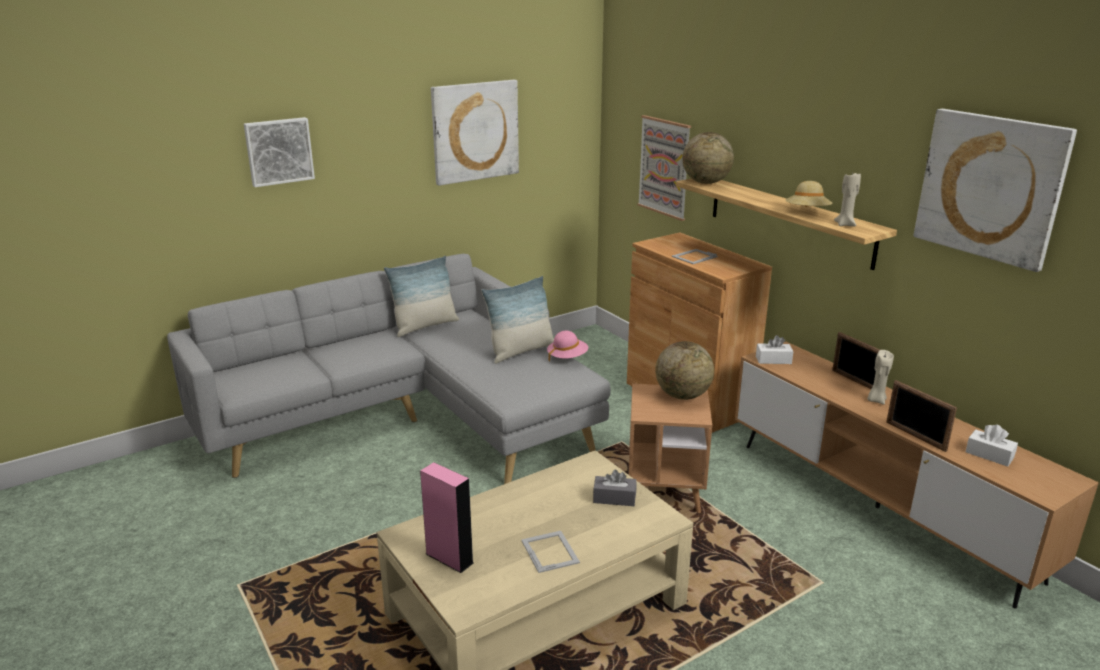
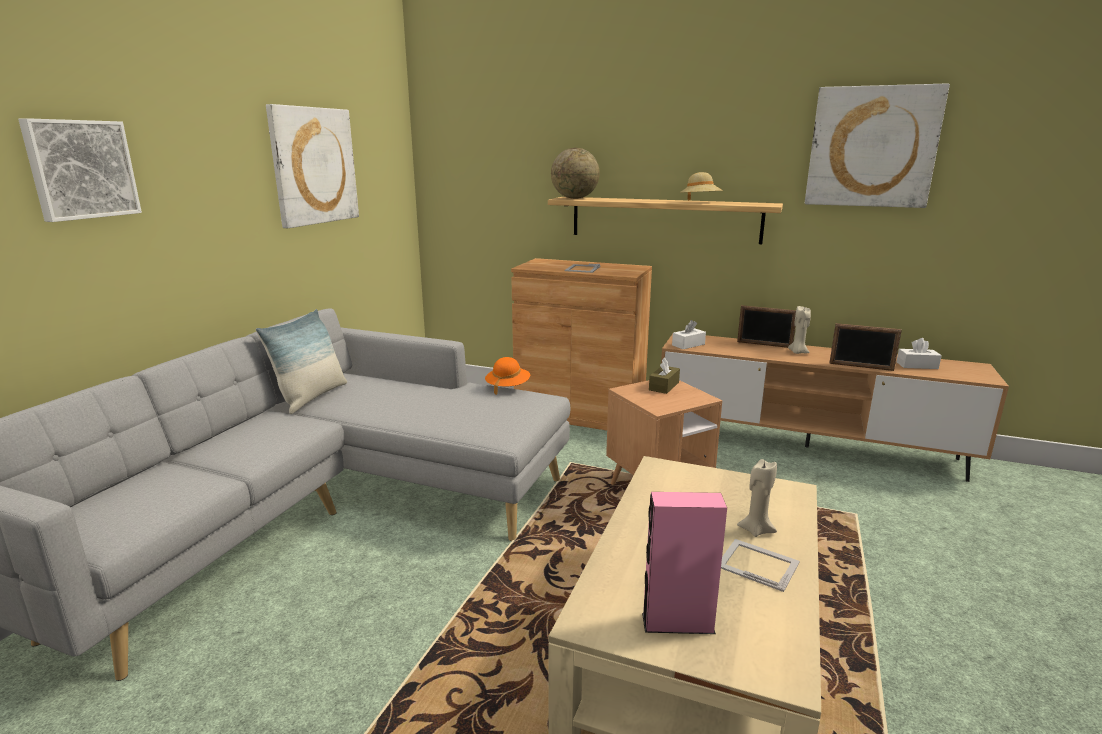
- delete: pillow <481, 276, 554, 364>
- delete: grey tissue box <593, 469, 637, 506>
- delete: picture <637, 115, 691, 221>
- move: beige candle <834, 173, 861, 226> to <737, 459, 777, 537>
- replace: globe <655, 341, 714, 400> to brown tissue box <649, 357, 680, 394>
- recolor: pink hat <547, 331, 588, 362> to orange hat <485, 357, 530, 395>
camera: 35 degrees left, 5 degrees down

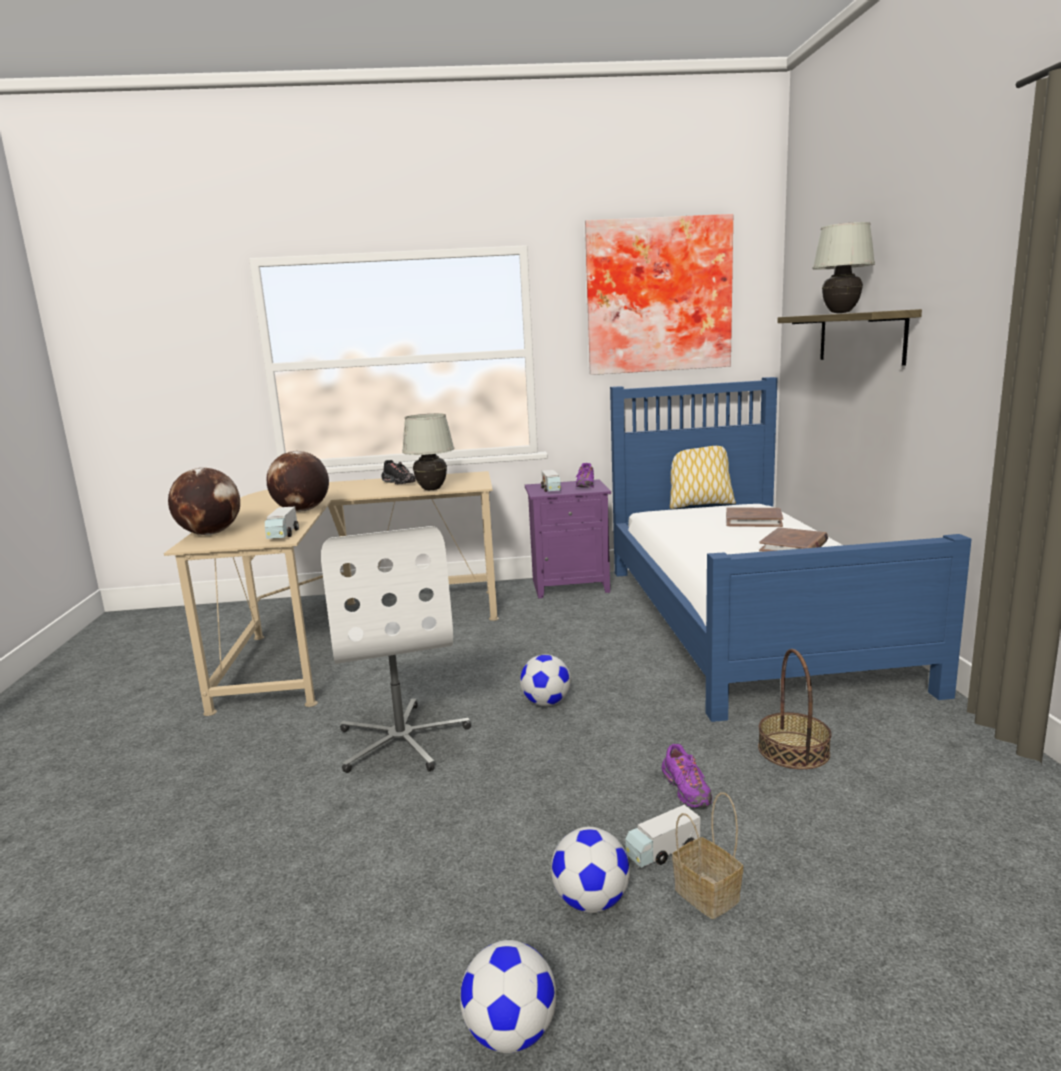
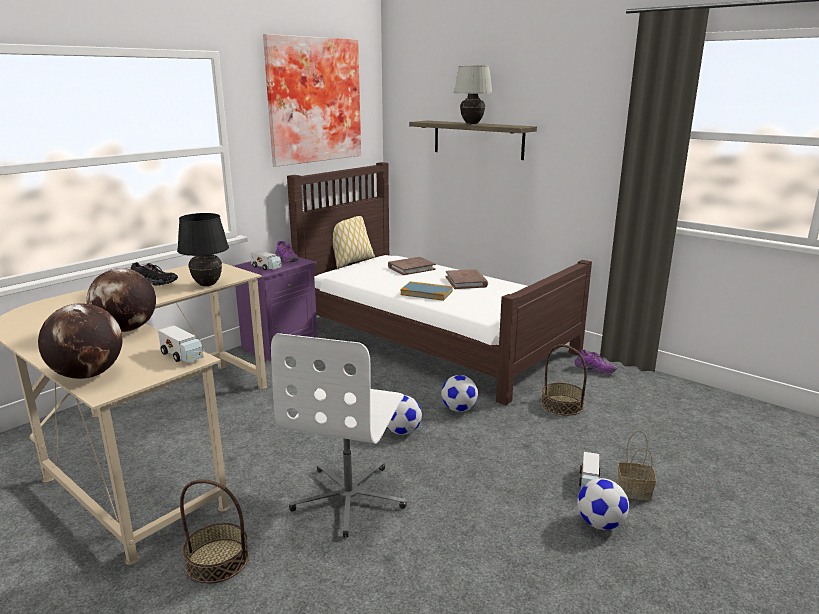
- insert: basket <180, 479, 249, 584>
- insert: book <400, 281, 453, 301>
- move: football <460, 940, 556, 1053> to <441, 375, 478, 412>
- move: purple shoe <662, 744, 712, 807> to <575, 350, 617, 374>
- recolor: white table lamp <402, 413, 455, 490> to black table lamp <177, 213, 229, 286>
- recolor: blue bed <610, 377, 972, 722> to brown bed <287, 162, 592, 405>
- rotate: white office chair <321, 526, 471, 773> = <271, 333, 407, 538> 75 degrees clockwise
camera: 45 degrees left, 5 degrees up

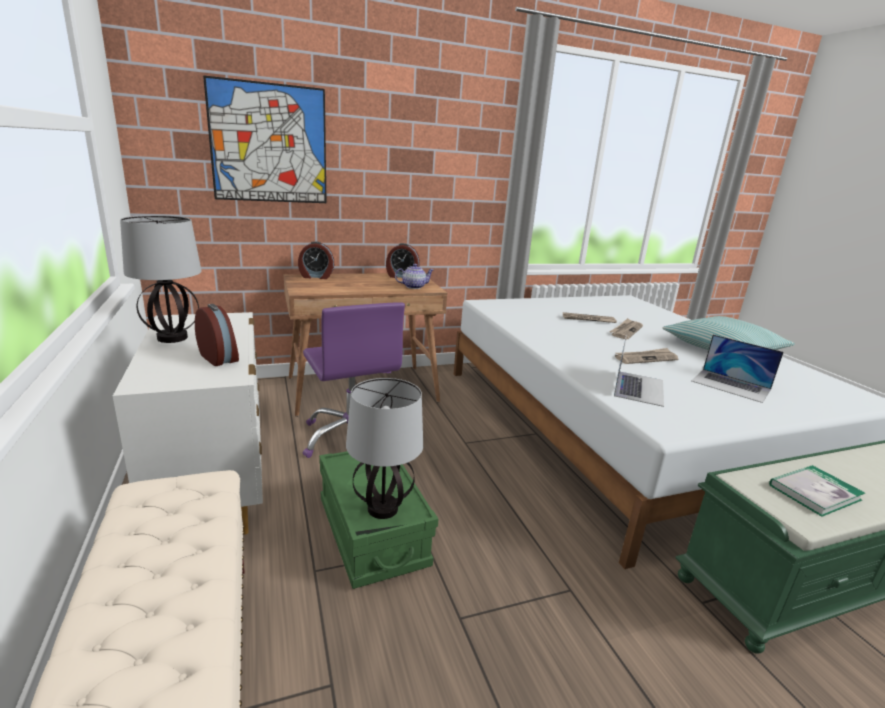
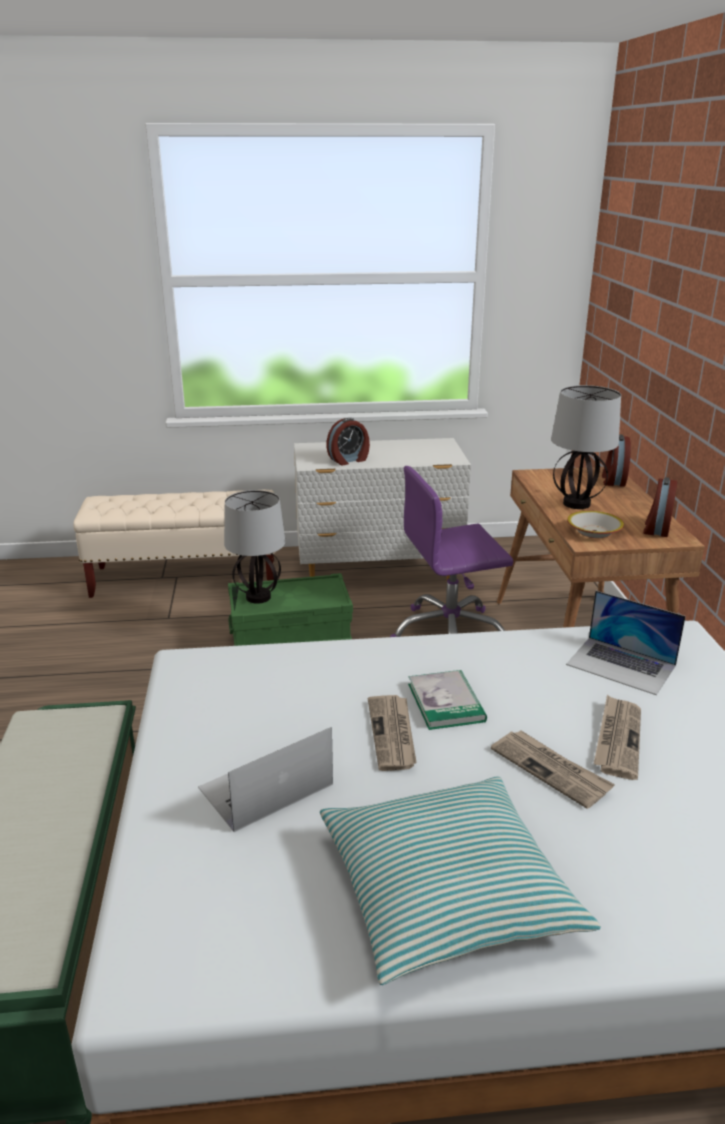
- delete: picture <203, 75, 327, 203>
- move: table lamp <120, 215, 202, 343> to <551, 385, 621, 509>
- move: laptop <614, 335, 664, 407> to <566, 591, 686, 695>
- move: book <769, 465, 865, 517> to <408, 670, 487, 730>
- replace: teapot <395, 264, 434, 289> to bowl <567, 511, 624, 538>
camera: 105 degrees right, 5 degrees up

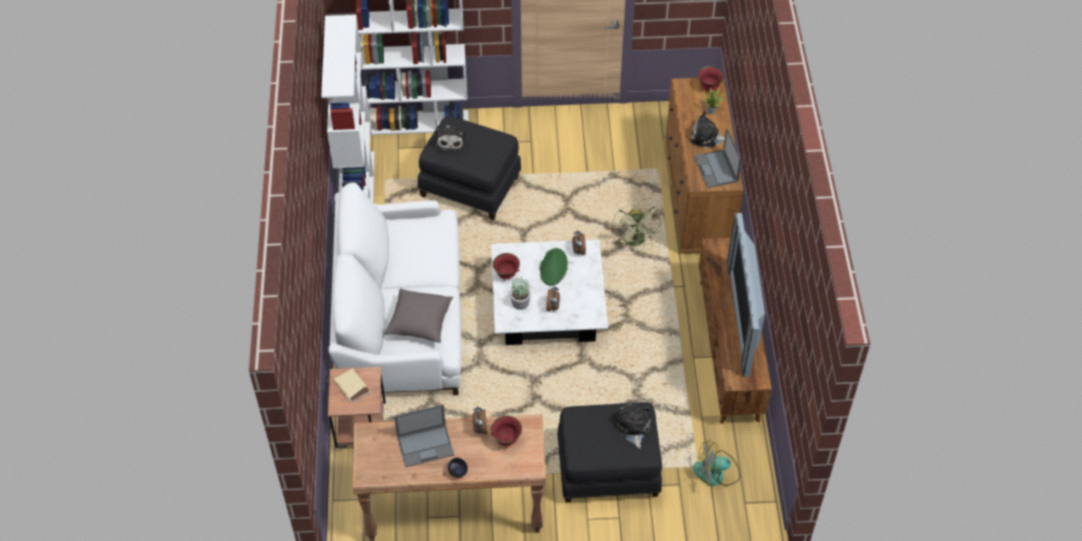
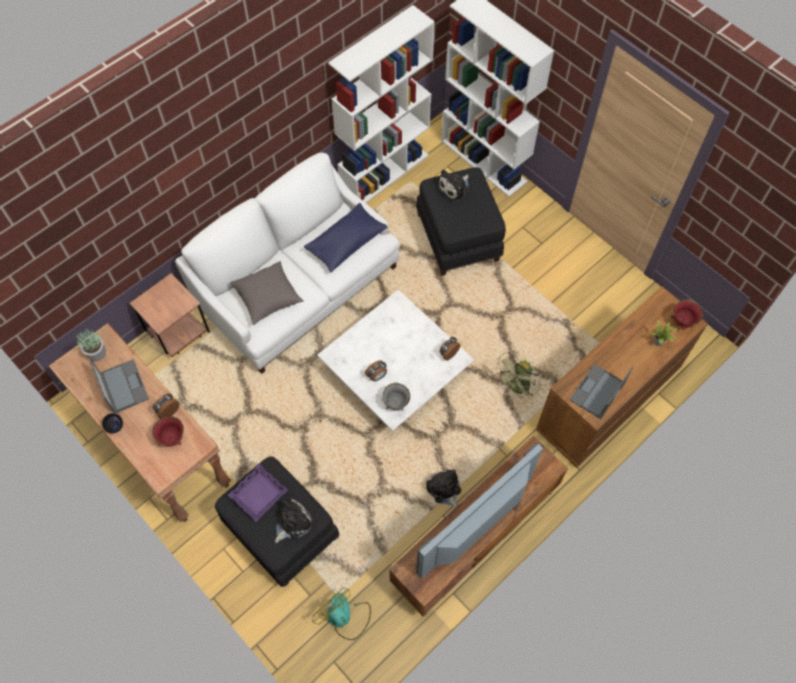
- delete: beige book <334, 368, 371, 404>
- delete: red bowl <493, 253, 520, 281>
- delete: green hat <540, 248, 568, 285>
- insert: purple tray <228, 464, 288, 522>
- insert: blue pillow <304, 203, 387, 272>
- insert: grey bowl <383, 383, 410, 411>
- move: potted plant <510, 277, 531, 310> to <76, 329, 106, 361>
- move: plush toy <690, 111, 725, 148> to <426, 469, 461, 508>
- rotate: laptop <394, 404, 454, 467> = <88, 357, 149, 413> 150 degrees counterclockwise
camera: 50 degrees right, 10 degrees up

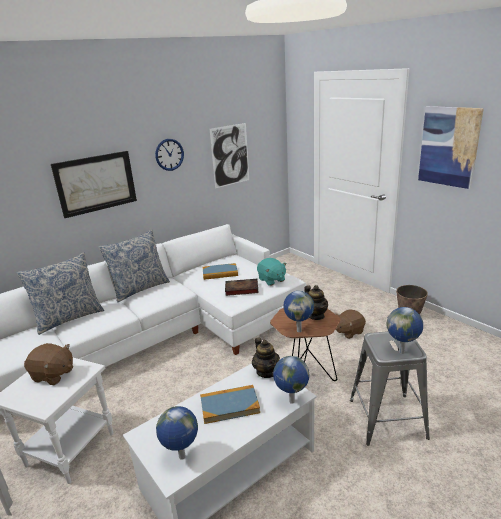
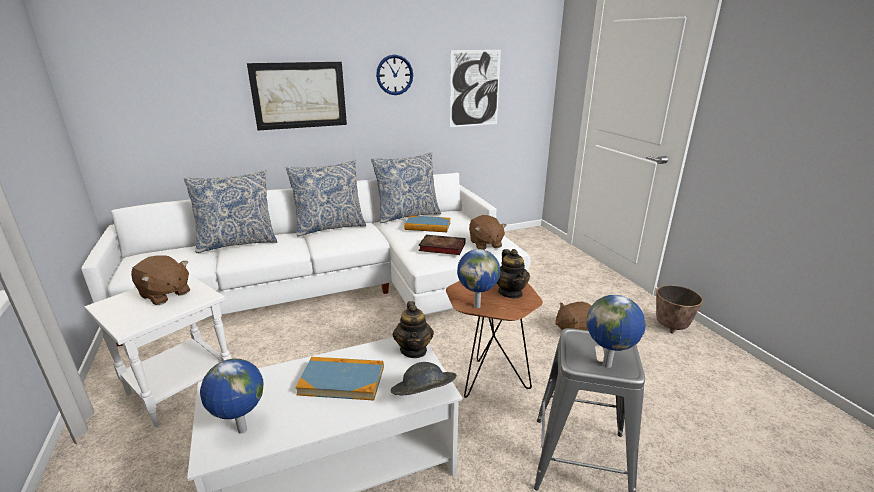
- delete: picture <418, 106, 484, 189>
- insert: pillow <371, 152, 441, 223>
- replace: globe <273, 356, 310, 404> to grey hat <390, 362, 457, 395>
- recolor: turquoise plush toy <257, 258, 287, 286> to brown plush toy <469, 215, 507, 250>
camera: 15 degrees right, 0 degrees up

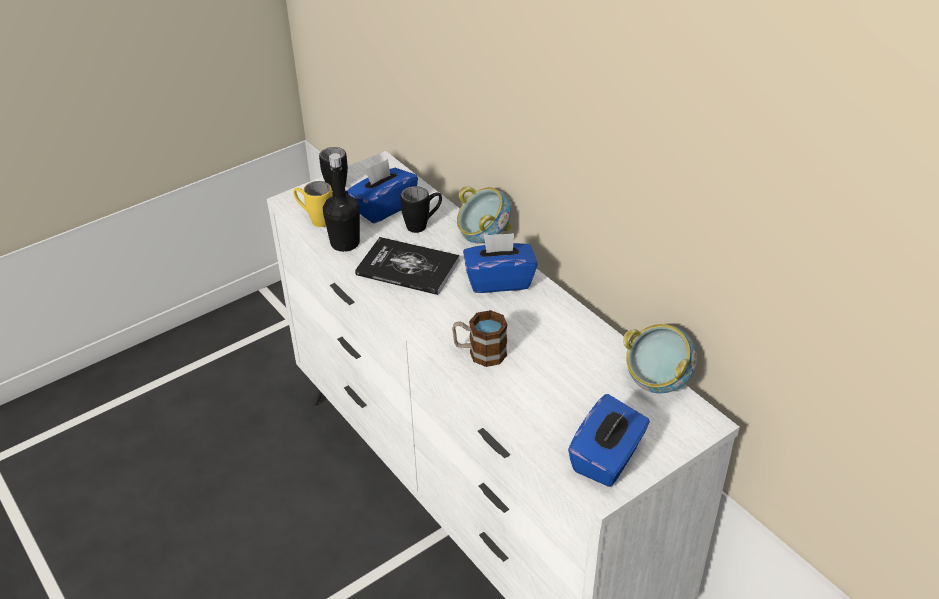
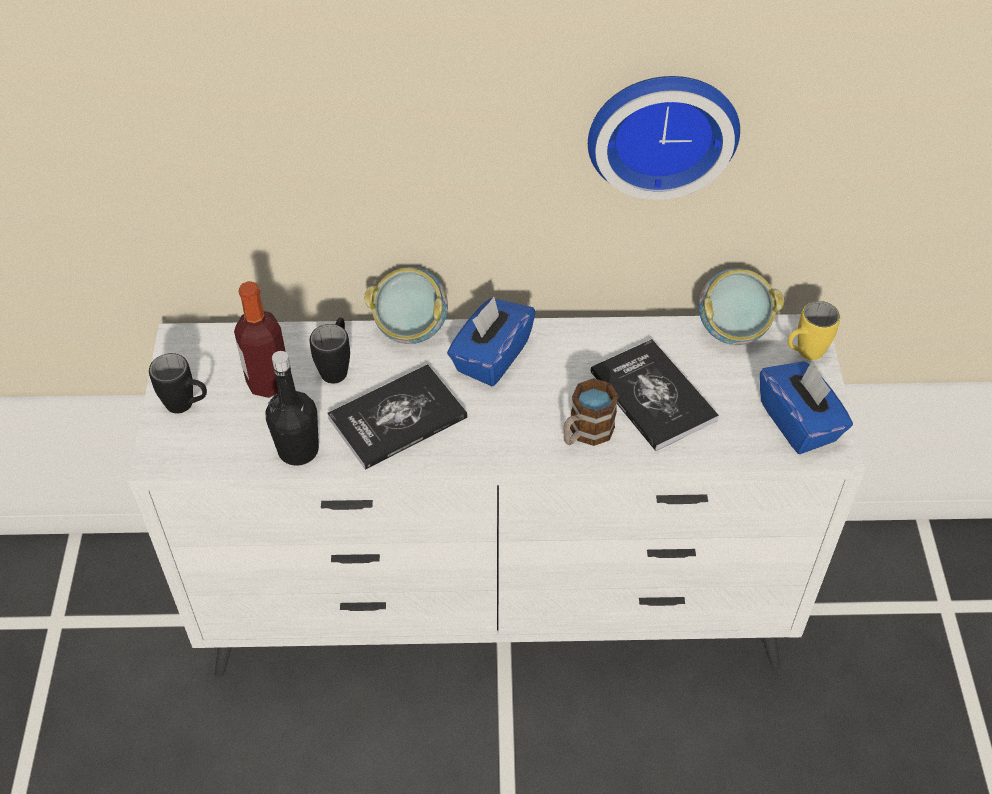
- insert: wall clock <588, 76, 740, 200>
- insert: book <590, 339, 719, 451>
- move: yellow mug <293, 181, 332, 227> to <788, 301, 840, 360>
- replace: blue tissue box <347, 159, 418, 224> to bottle <234, 281, 286, 398>
camera: 55 degrees left, 10 degrees up

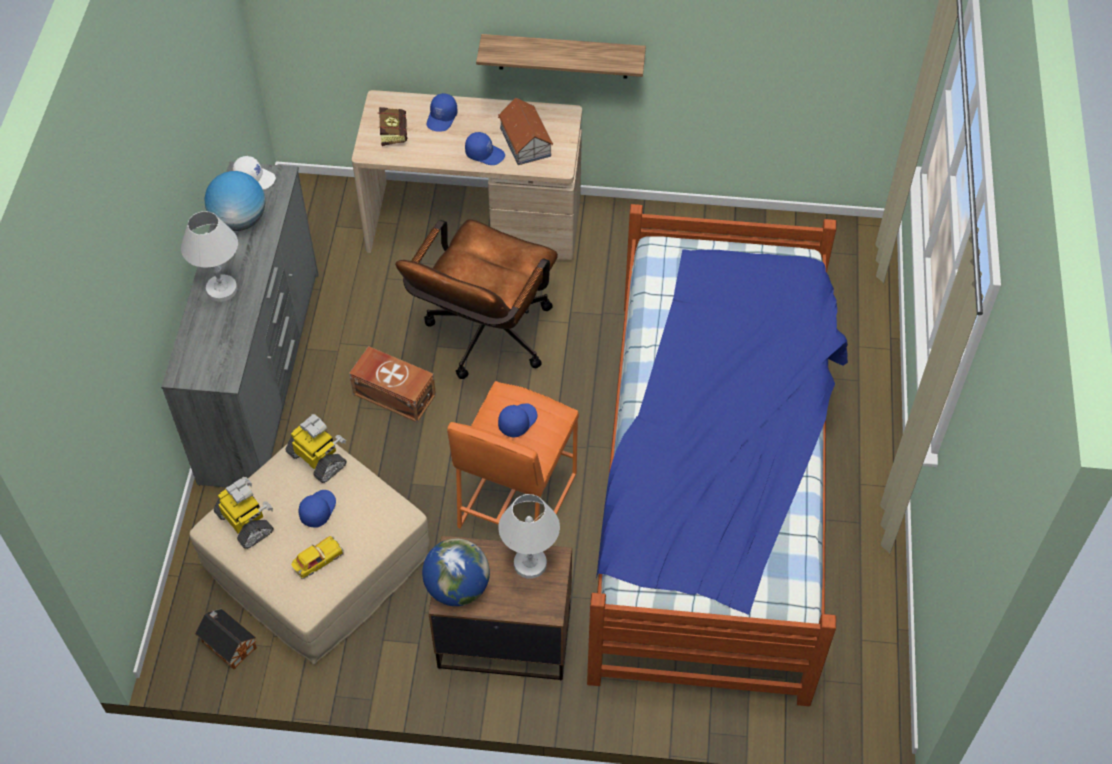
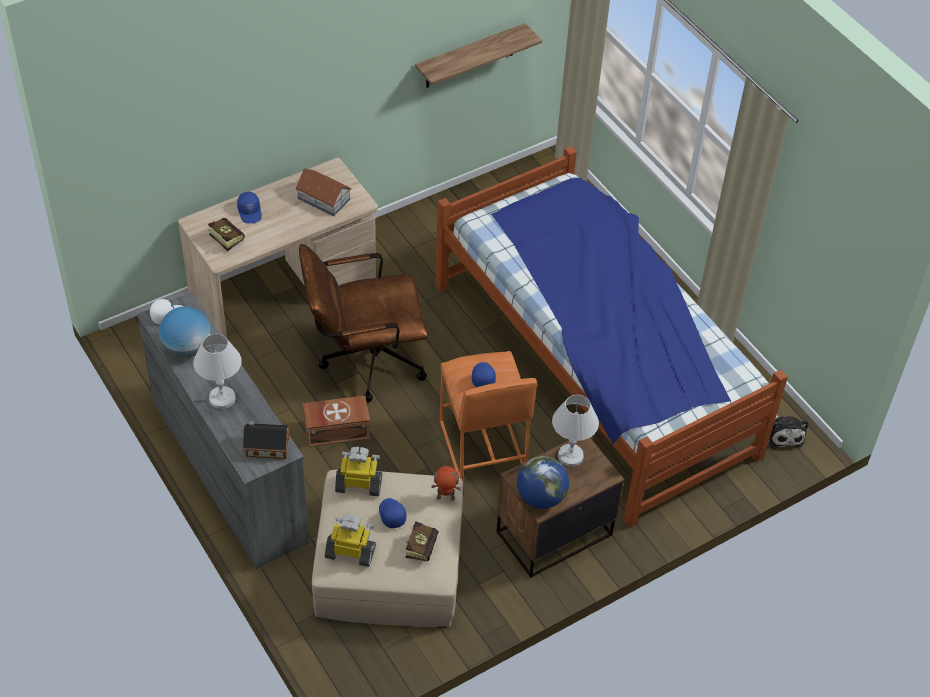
- delete: blue cap <465, 132, 505, 165>
- insert: toy robot <431, 466, 461, 501>
- insert: plush toy <768, 415, 808, 449>
- move: toy house <195, 609, 257, 670> to <243, 421, 289, 459>
- move: shelf <476, 34, 646, 79> to <415, 23, 542, 88>
- replace: toy car <291, 536, 344, 579> to book <405, 521, 439, 562>
- rotate: brown office chair <395, 219, 558, 379> = <299, 244, 428, 403> 90 degrees clockwise
camera: 40 degrees left, 5 degrees down

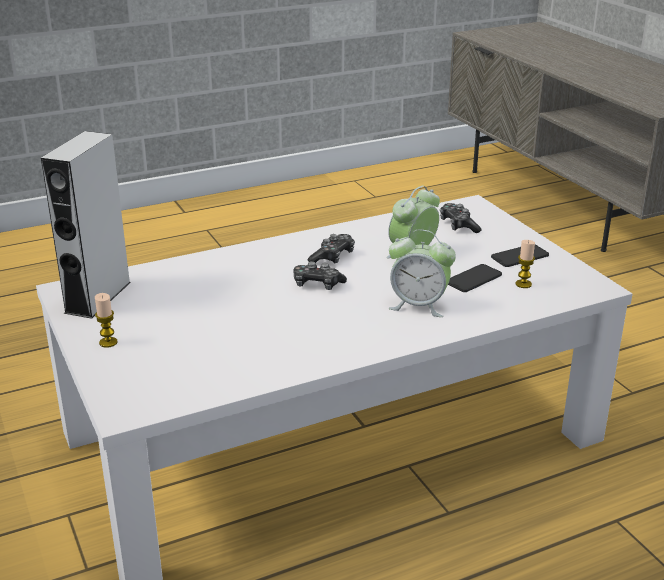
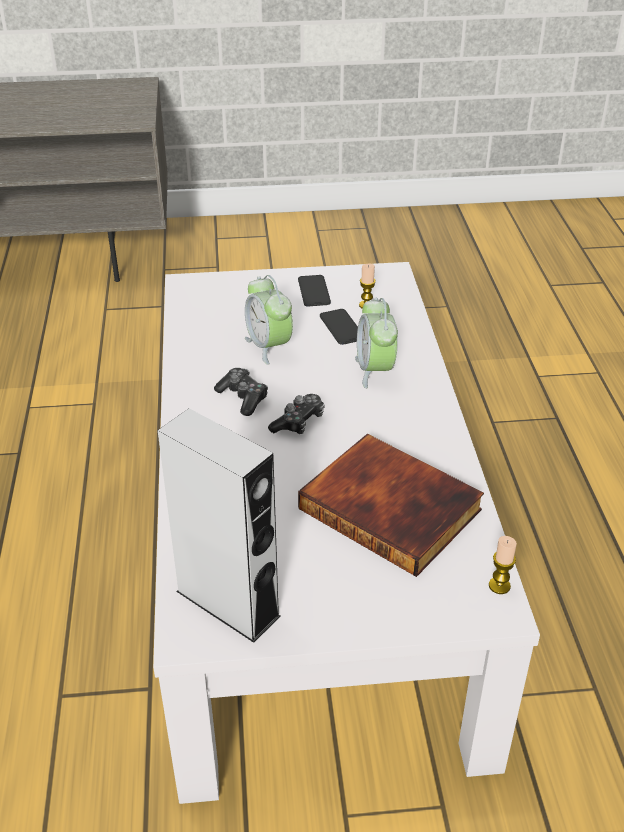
- delete: game controller <440, 203, 481, 233>
- insert: book <298, 434, 484, 577>
- move: candle <95, 293, 117, 348> to <489, 536, 517, 594>
- rotate: alarm clock <389, 230, 456, 317> = <355, 298, 398, 389> 135 degrees clockwise
camera: 70 degrees left, 10 degrees up

